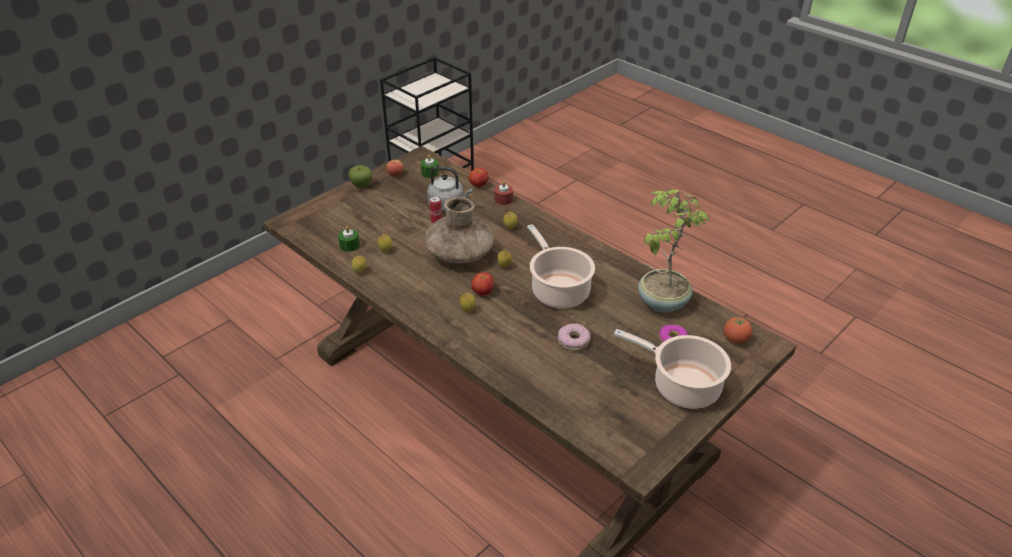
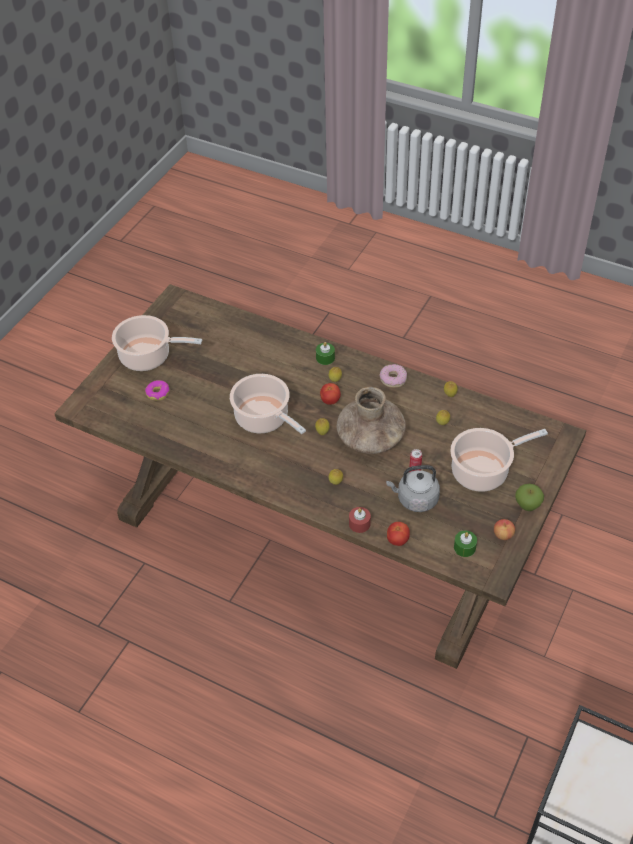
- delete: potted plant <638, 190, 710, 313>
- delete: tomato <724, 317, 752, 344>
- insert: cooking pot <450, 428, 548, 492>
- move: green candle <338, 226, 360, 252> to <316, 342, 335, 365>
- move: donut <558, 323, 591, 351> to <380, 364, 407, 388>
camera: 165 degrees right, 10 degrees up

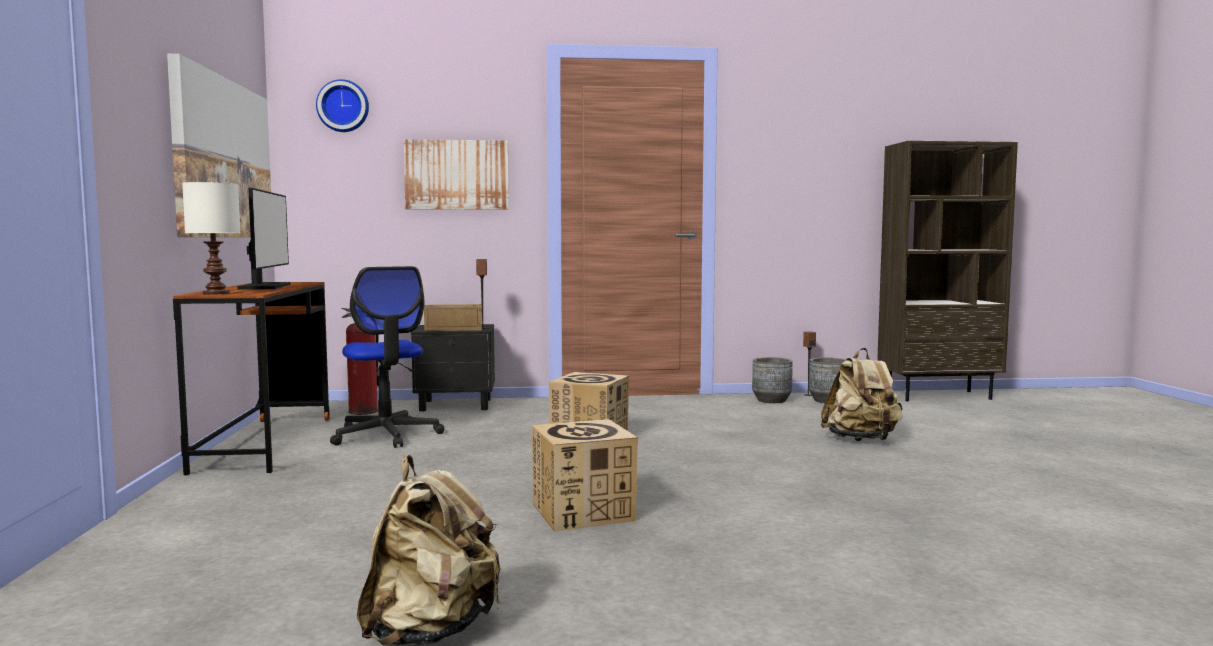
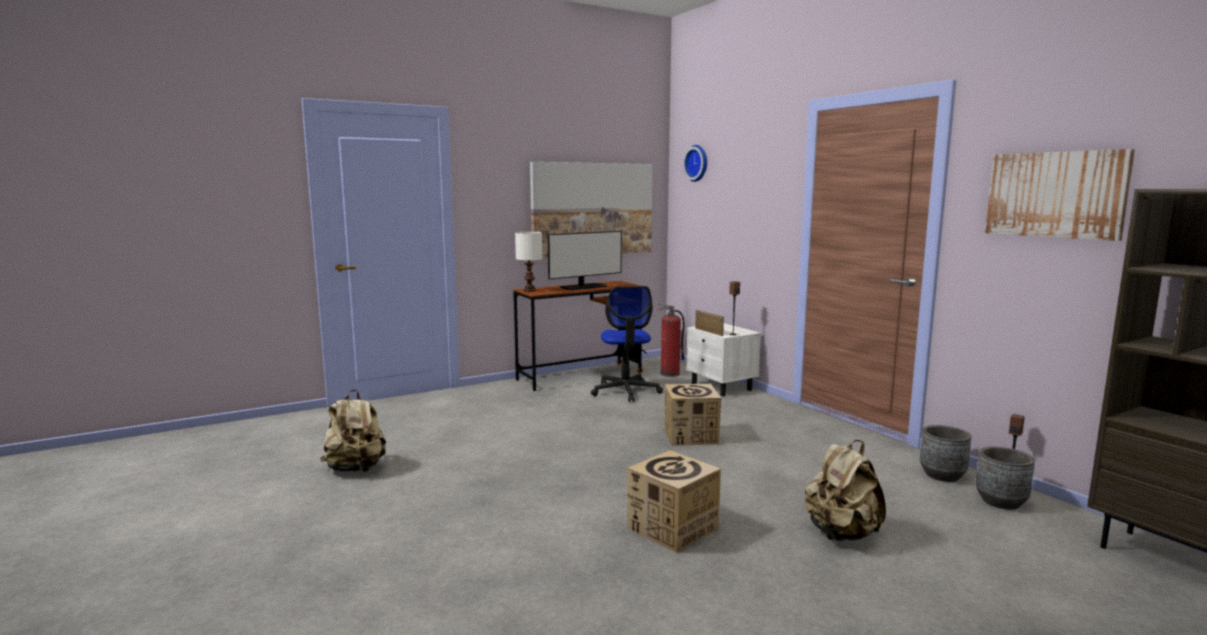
- move: picture <404, 139, 509, 210> to <985, 149, 1135, 241>
- move: cardboard box <532, 419, 638, 532> to <627, 450, 721, 553>
- recolor: black nightstand <411, 324, 495, 411> to white nightstand <686, 323, 761, 396>
- rotate: office chair <330, 266, 445, 448> = <591, 286, 663, 402> 45 degrees counterclockwise
camera: 65 degrees right, 5 degrees up

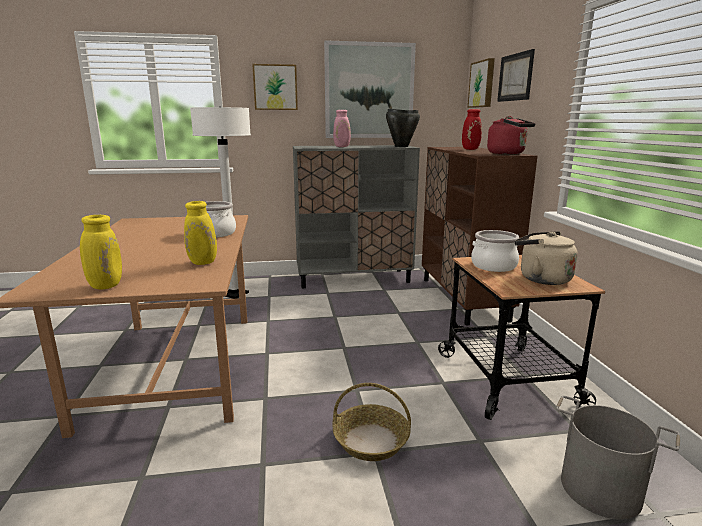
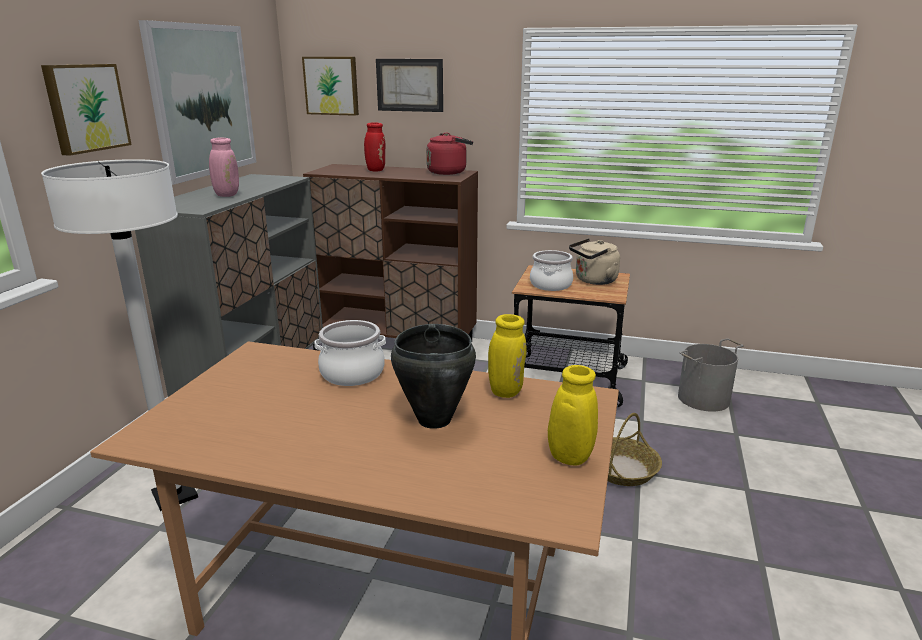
- move: black cooking pot <386, 109, 420, 147> to <391, 324, 476, 429>
camera: 65 degrees left, 5 degrees up

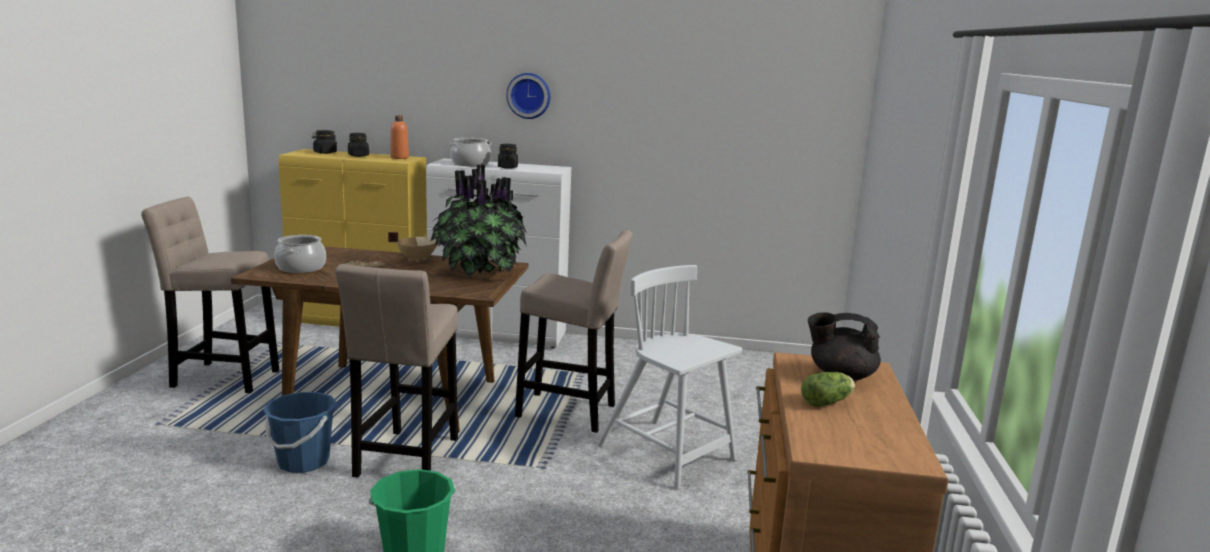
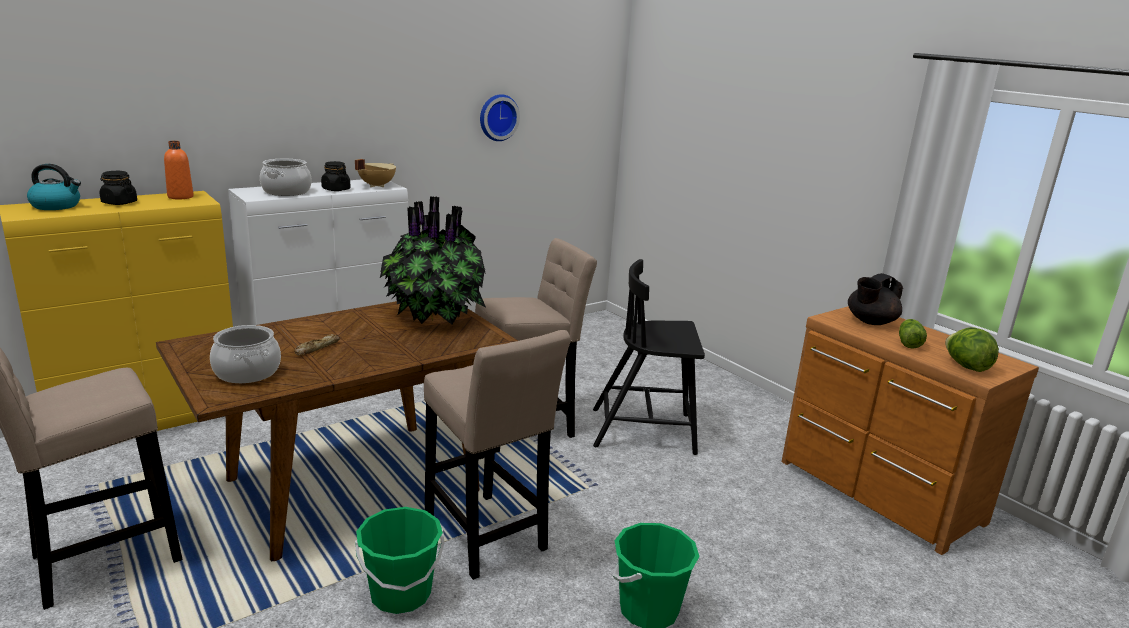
- insert: lettuce <945, 327, 999, 372>
- move: beige cooking pot <388, 232, 440, 262> to <355, 159, 396, 187>
- move: wall clock <506, 73, 550, 119> to <480, 94, 520, 141>
- replace: black jar <312, 130, 337, 154> to kettle <27, 164, 81, 210>
- recolor: blue bucket <263, 392, 337, 473> to green bucket <355, 507, 444, 614>
- recolor: white chair <597, 265, 742, 490> to black chair <593, 259, 705, 455>
camera: 45 degrees left, 5 degrees up

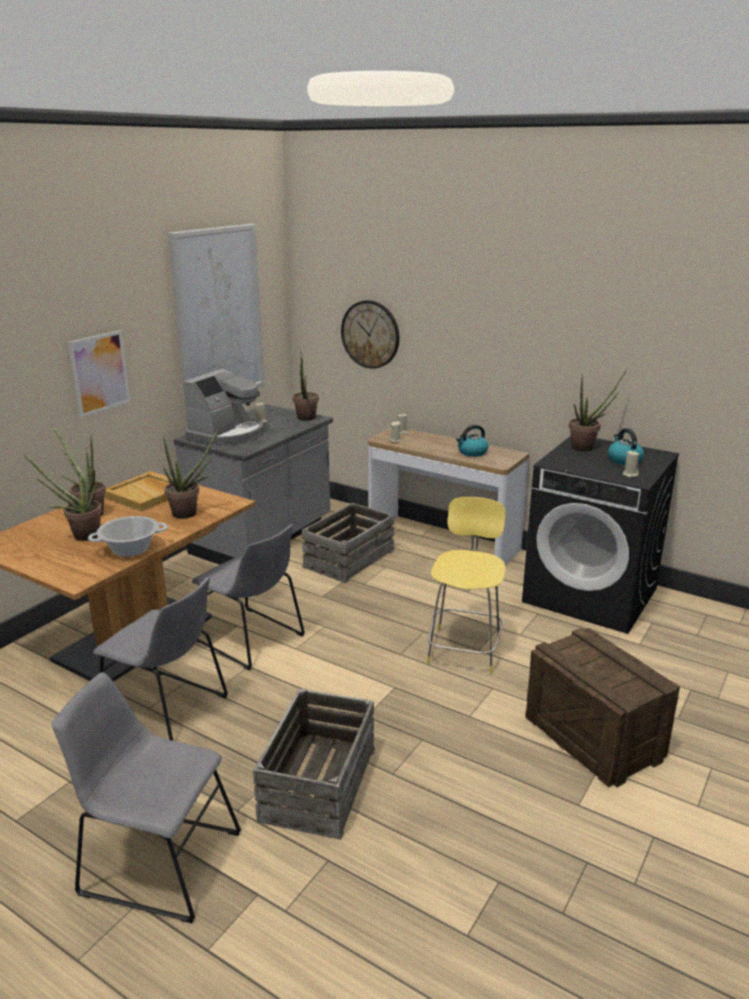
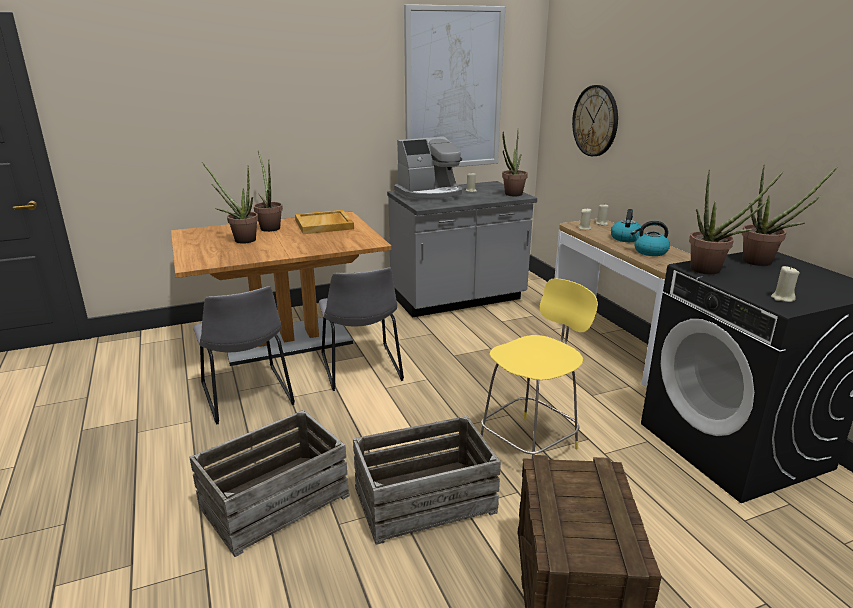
- delete: grey chair <52, 672, 241, 923>
- delete: picture <68, 330, 130, 418>
- delete: cooking pot <88, 516, 168, 557>
- move: potted plant <163, 429, 219, 519> to <689, 169, 784, 275>
- move: crate <302, 503, 394, 583> to <353, 416, 501, 545>
- move: kettle <608, 428, 644, 465> to <611, 209, 644, 242>
camera: 35 degrees right, 0 degrees up

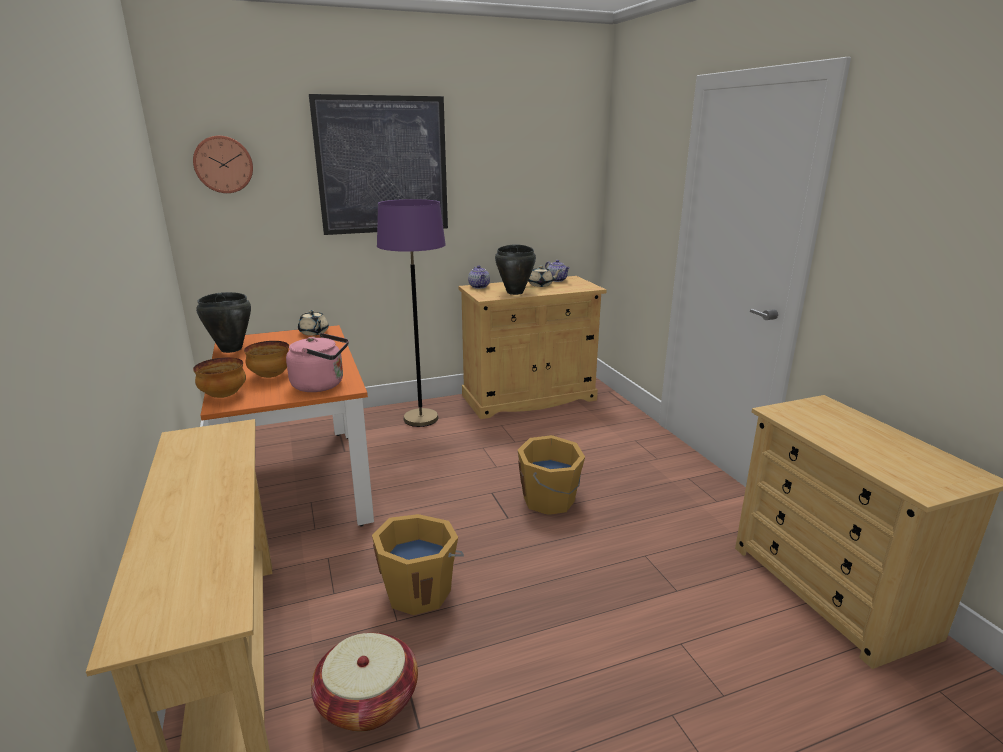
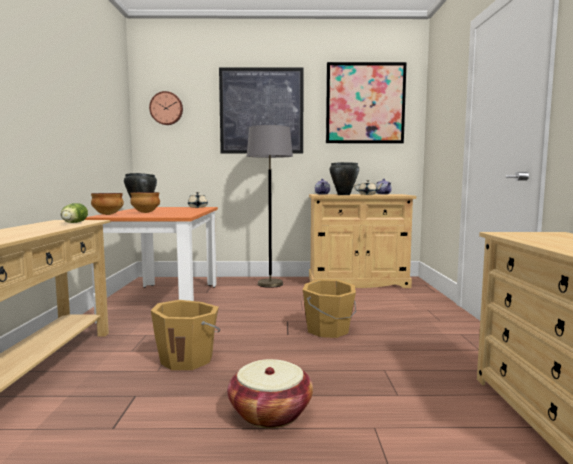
- delete: pink kettle <286, 333, 349, 392>
- insert: lettuce <61, 203, 88, 223>
- insert: picture <326, 62, 407, 143>
- move: basket <311, 633, 418, 732> to <227, 359, 313, 428>
- recolor: purple floor lamp <377, 199, 446, 427> to grey floor lamp <247, 125, 293, 288>
camera: 20 degrees right, 15 degrees down

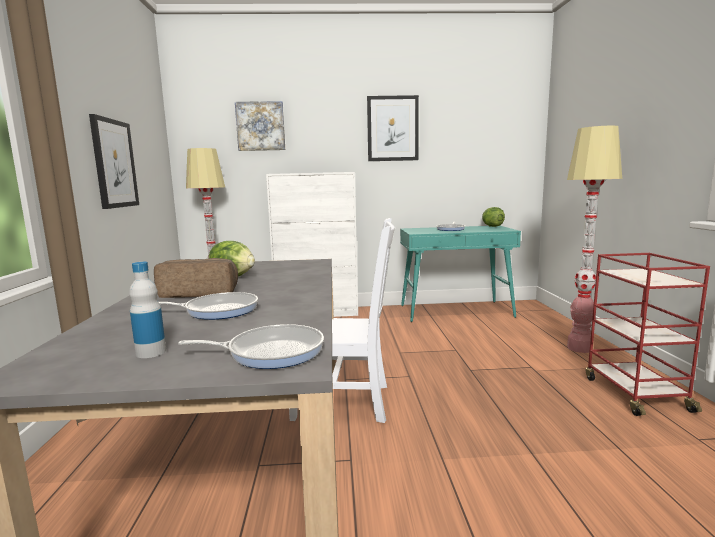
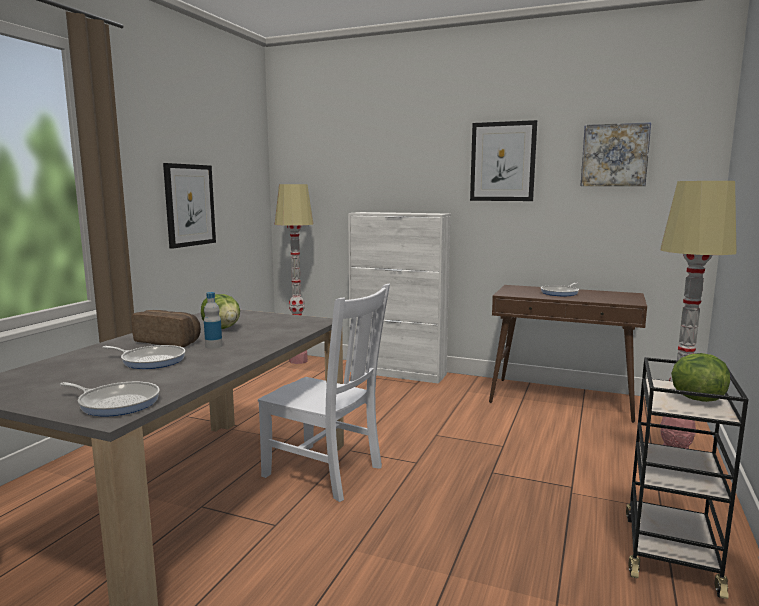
- move: bottle <129, 262, 166, 358> to <204, 292, 222, 349>
- move: picture <235, 101, 285, 151> to <581, 122, 651, 186>
- move: lettuce <482, 207, 505, 227> to <671, 353, 730, 402>
- recolor: turquoise console table <400, 226, 521, 322> to brown console table <489, 285, 647, 423>
- recolor: red cart <586, 253, 710, 416> to black cart <626, 357, 748, 599>
camera: 25 degrees right, 0 degrees up

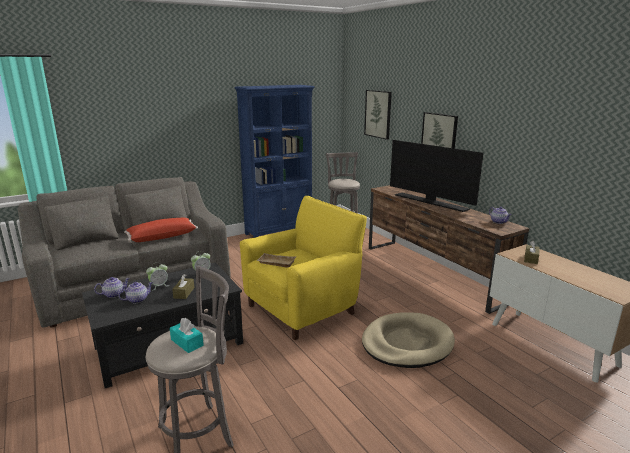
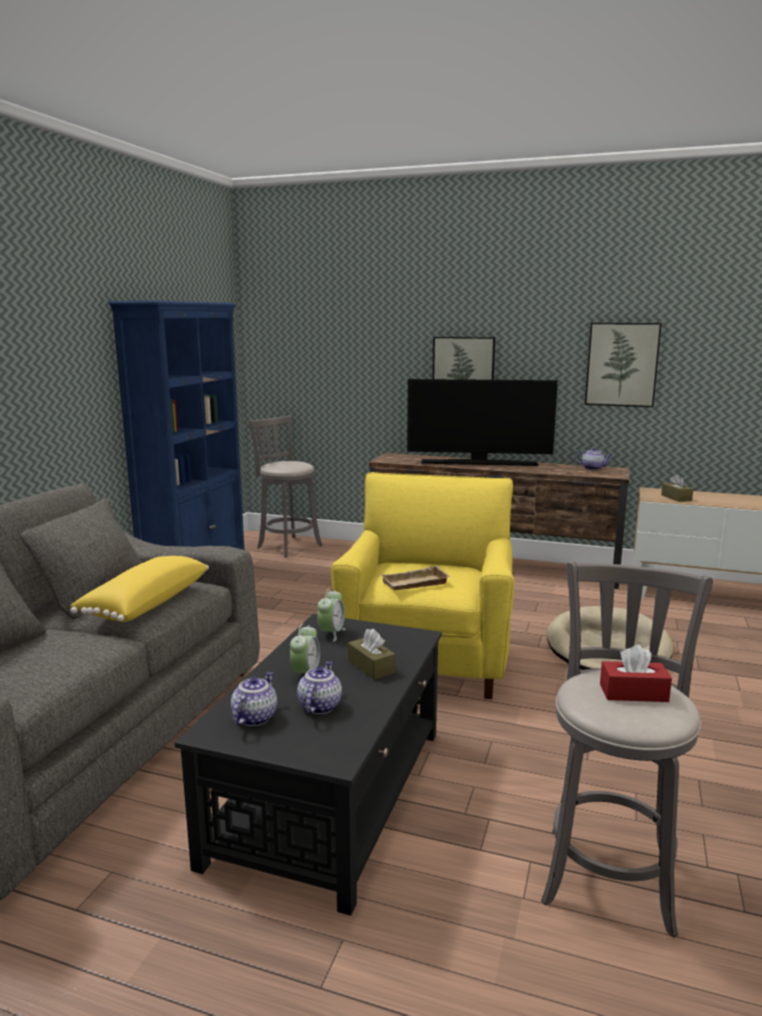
- move: picture <364, 90, 392, 140> to <585, 323, 662, 407>
- recolor: red pillow <124, 218, 198, 242> to yellow pillow <70, 556, 209, 622>
- recolor: turquoise tissue box <170, 318, 204, 353> to red tissue box <600, 645, 672, 702>
camera: 40 degrees left, 5 degrees down

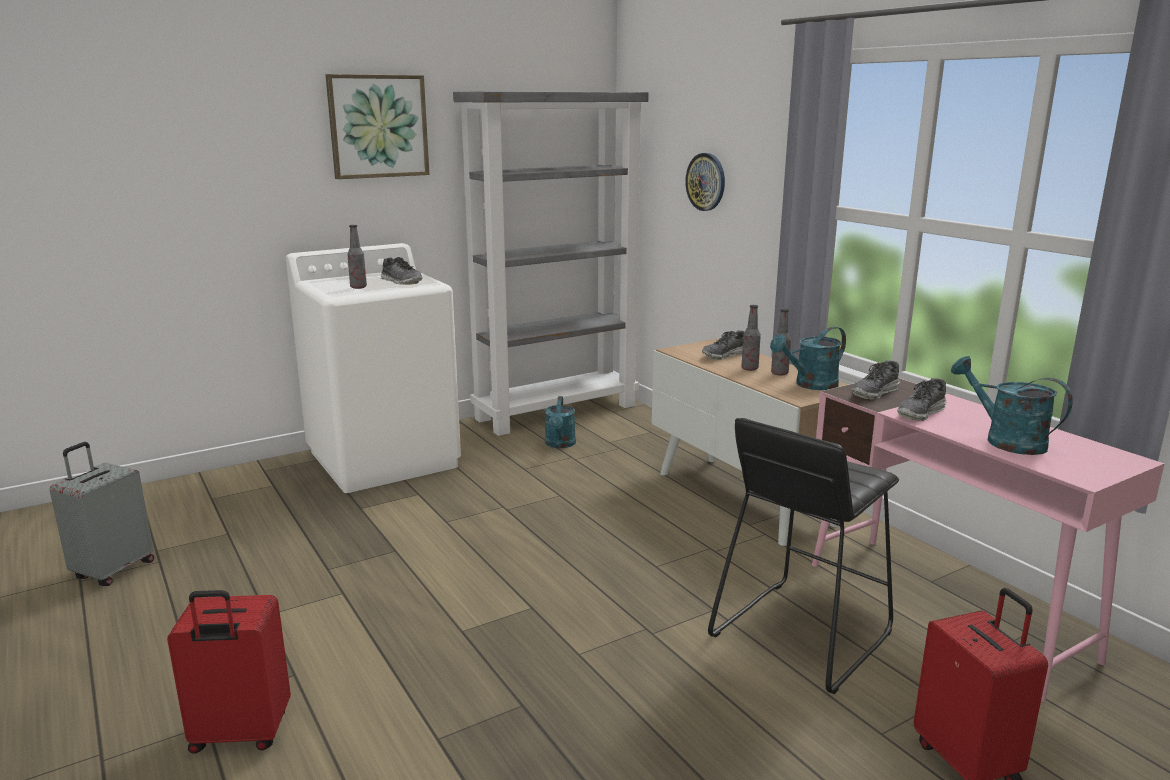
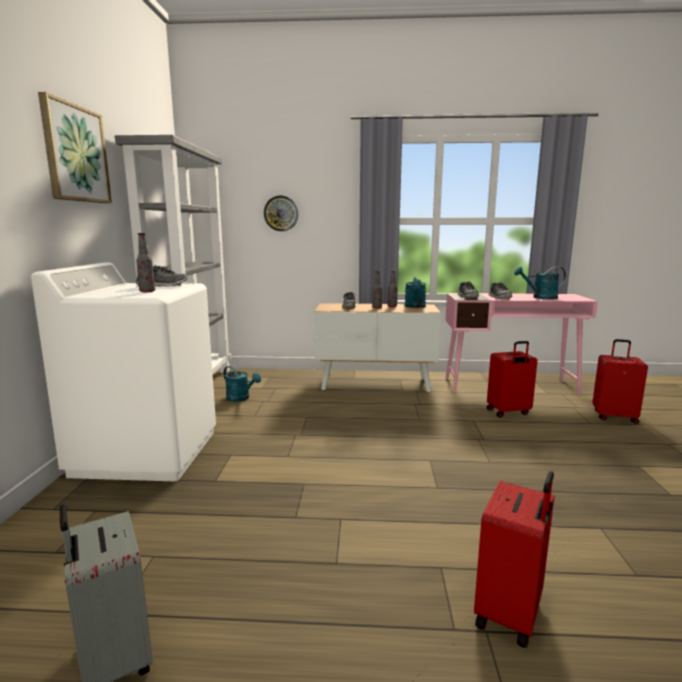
- replace: black stool <708, 418, 899, 694> to red suitcase <487, 341, 538, 417>
camera: 55 degrees left, 5 degrees down

